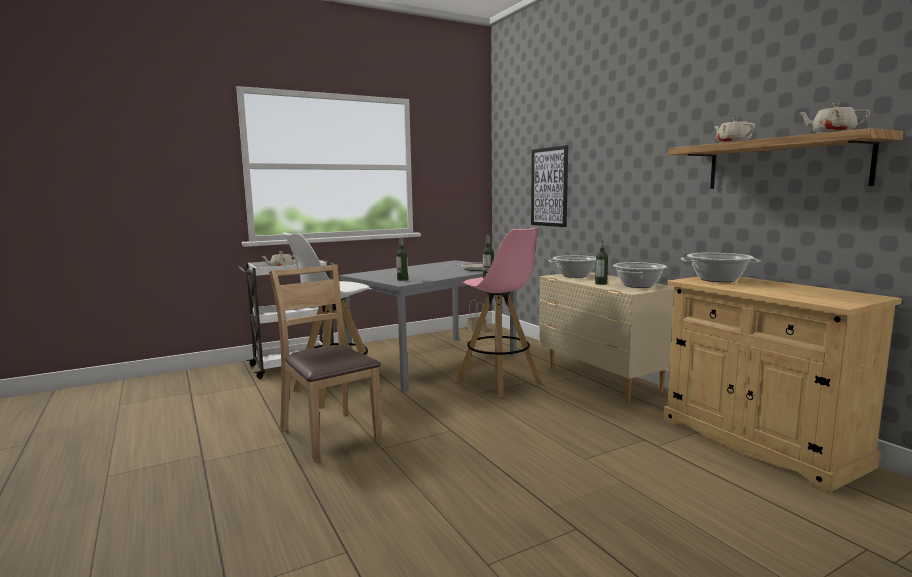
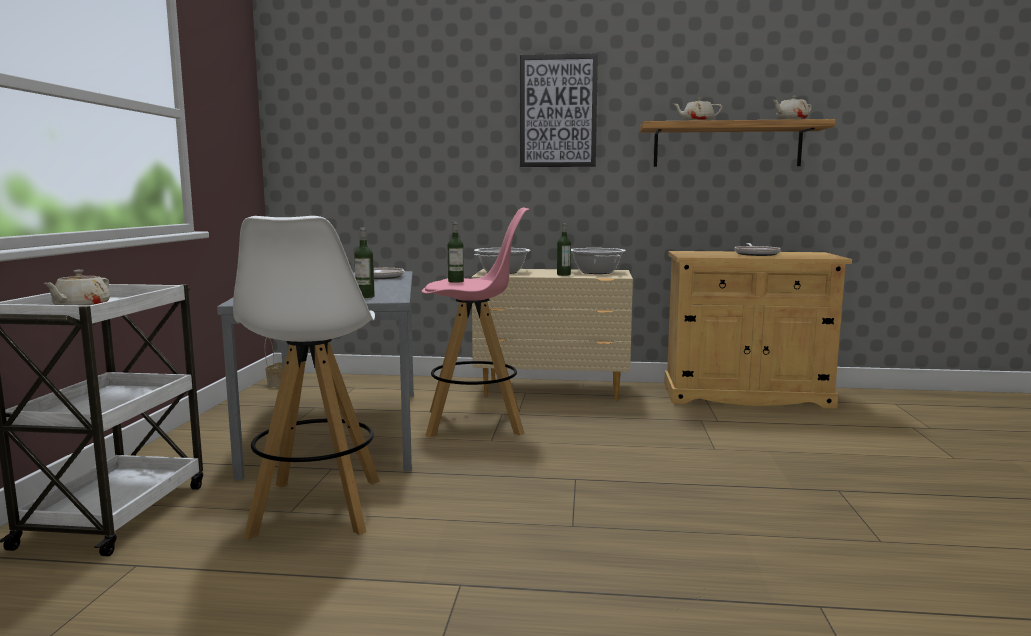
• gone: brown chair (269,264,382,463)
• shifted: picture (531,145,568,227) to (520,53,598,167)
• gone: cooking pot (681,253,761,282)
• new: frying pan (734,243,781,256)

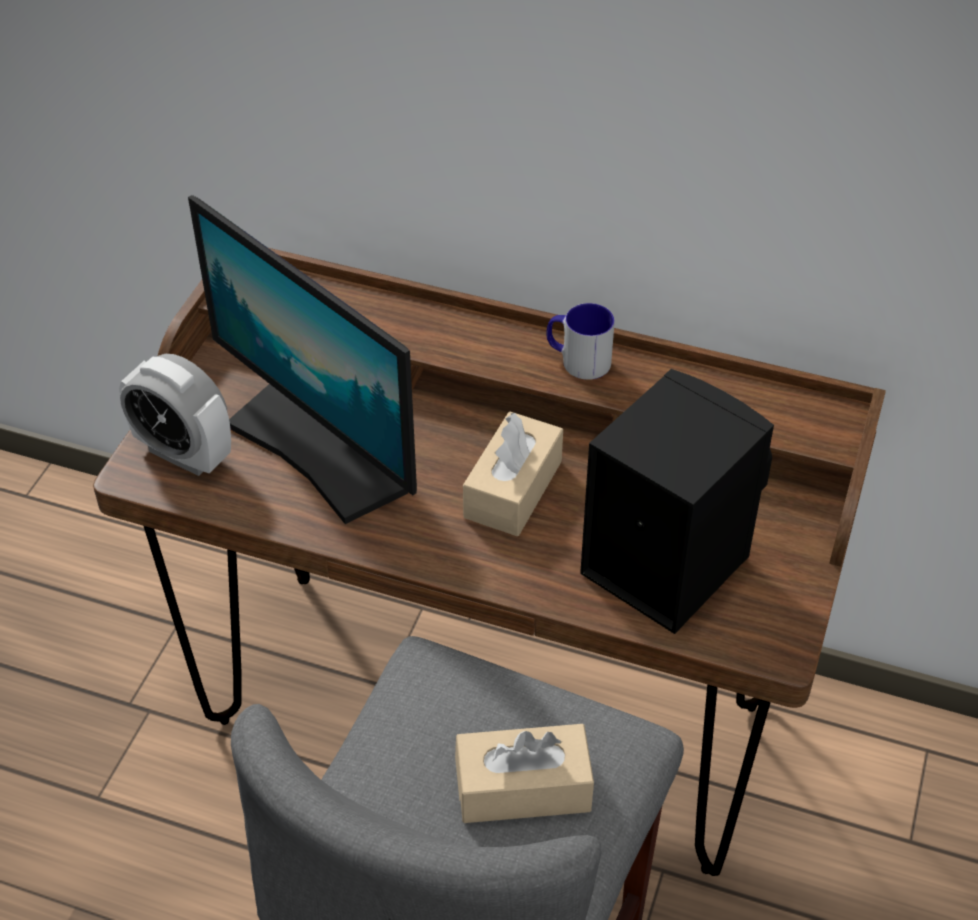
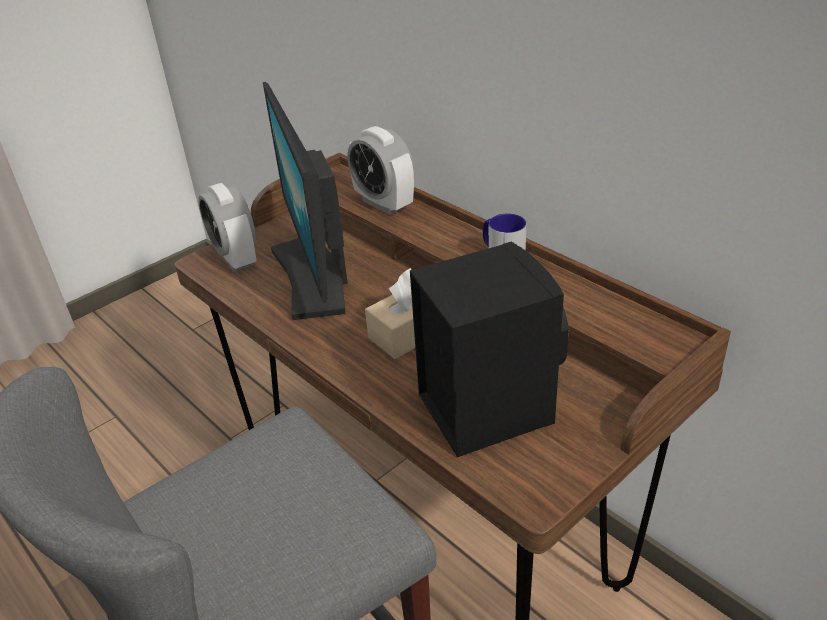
• gone: beige tissue box (455,724,594,823)
• new: alarm clock (347,126,414,215)

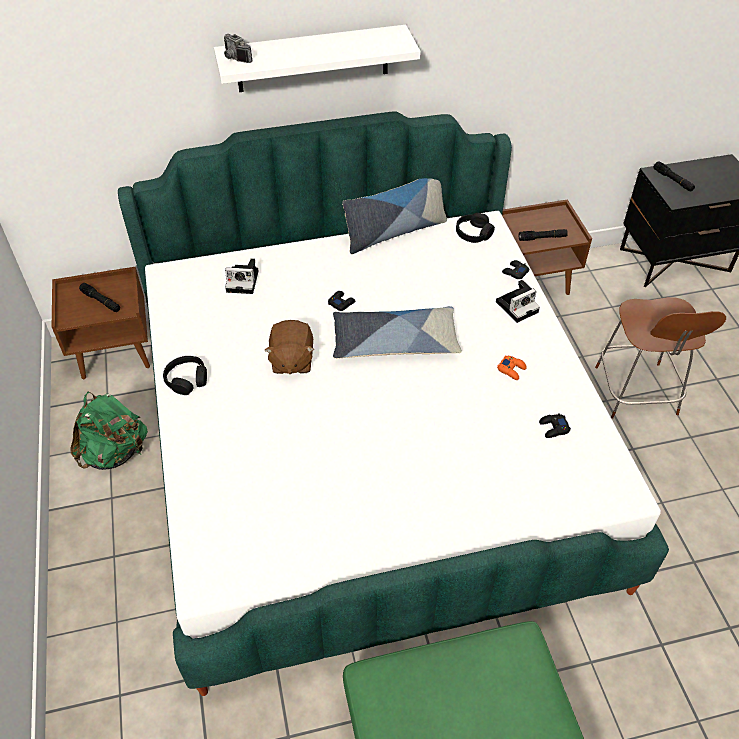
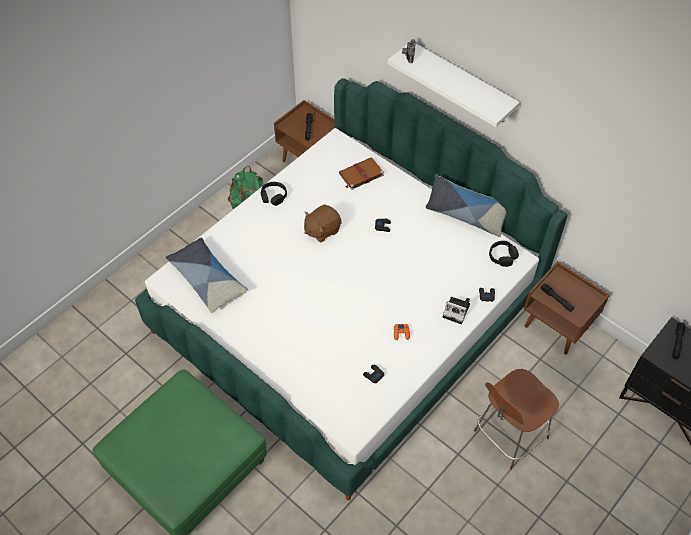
• swapped: photo camera (225,258,258,294) to brown book (339,157,384,190)
• shifted: pillow (333,306,462,359) to (166,237,248,313)

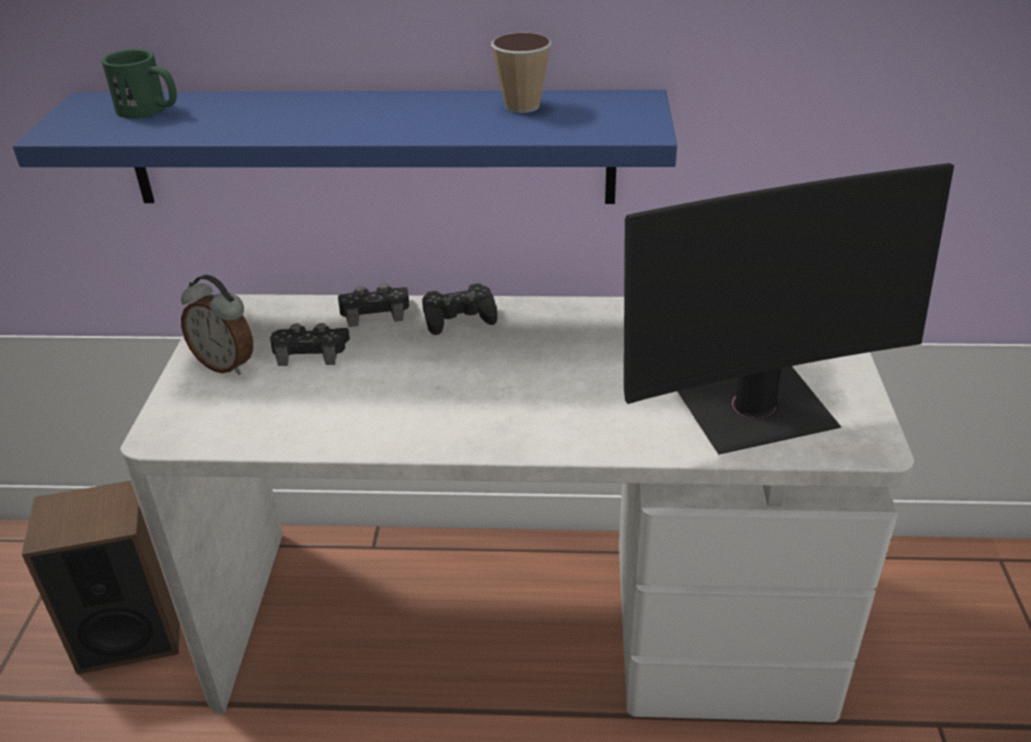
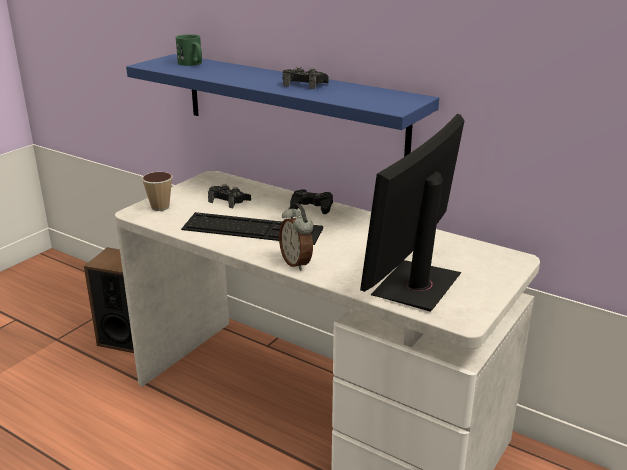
• shifted: alarm clock (181,275,253,375) to (279,203,313,271)
• shifted: black game controller (338,283,409,327) to (283,66,329,89)
• shifted: cup (491,33,551,113) to (142,172,173,211)
• rotated: monitor (624,163,954,455) = (360,114,464,312) 105 degrees clockwise
• new: keyboard (181,212,323,245)

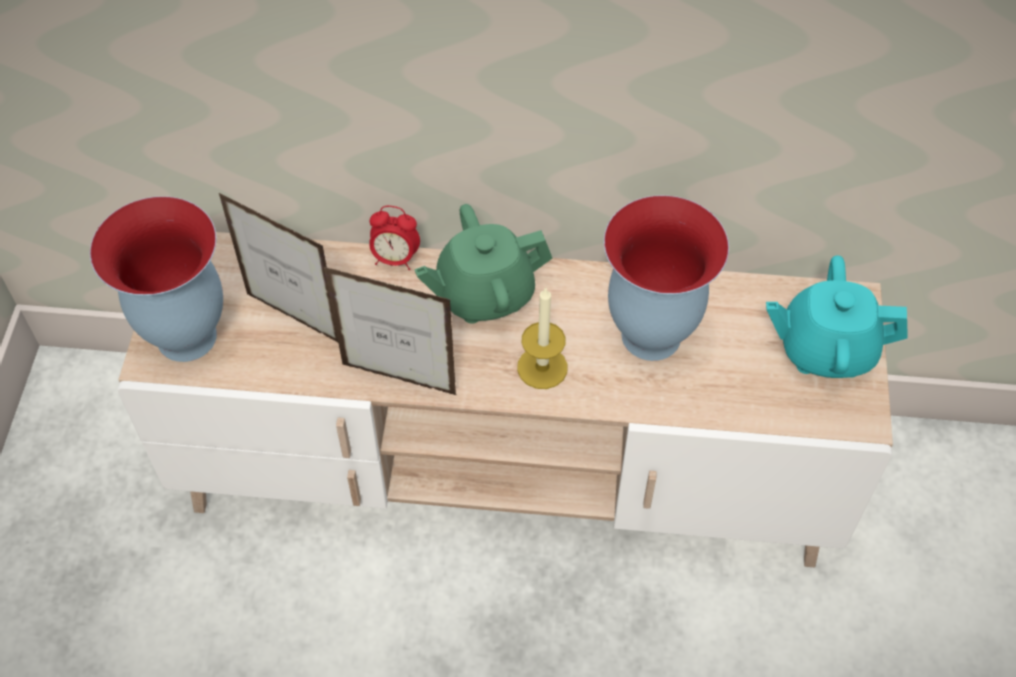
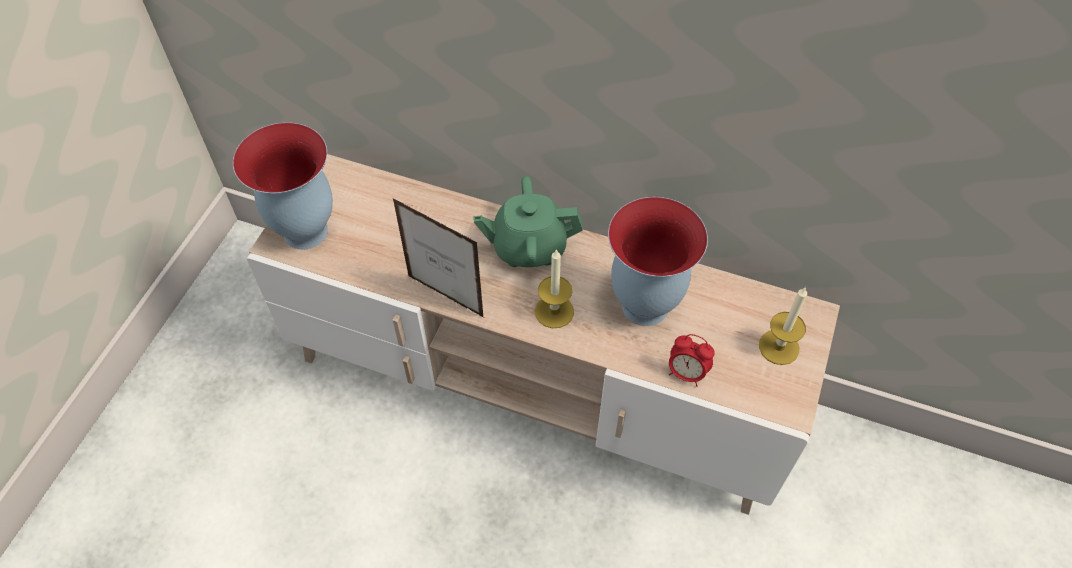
• gone: picture frame (219,193,338,342)
• shifted: alarm clock (369,206,420,270) to (669,334,715,387)
• swapped: turquoise teapot (766,255,908,378) to candle (759,287,807,365)

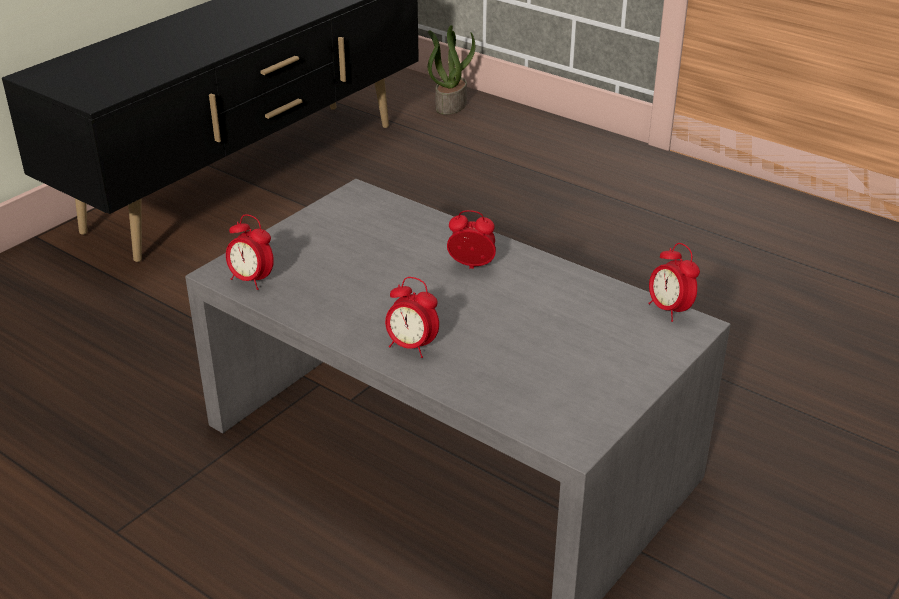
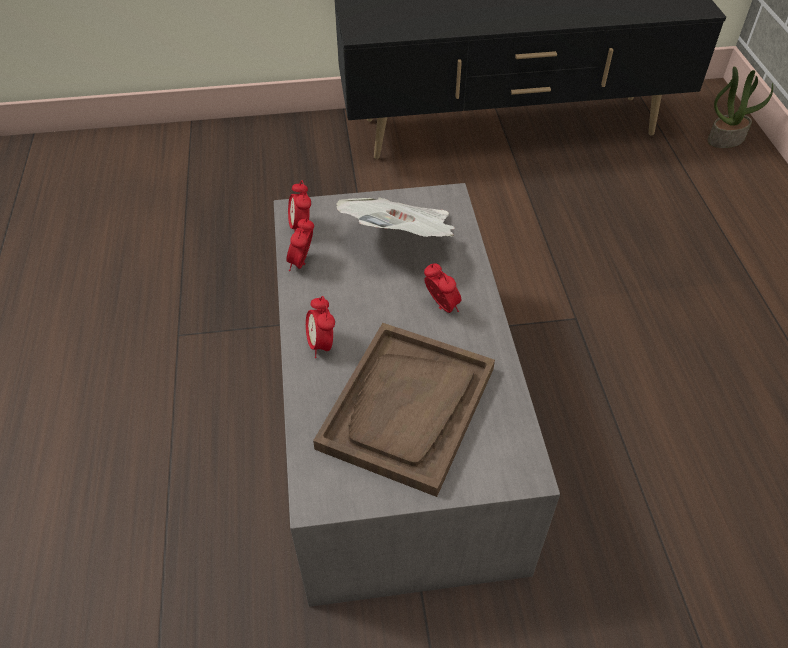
• shifted: alarm clock (648,243,700,322) to (286,218,314,271)
• new: brown tray (313,323,495,497)
• new: newspaper (336,197,455,237)

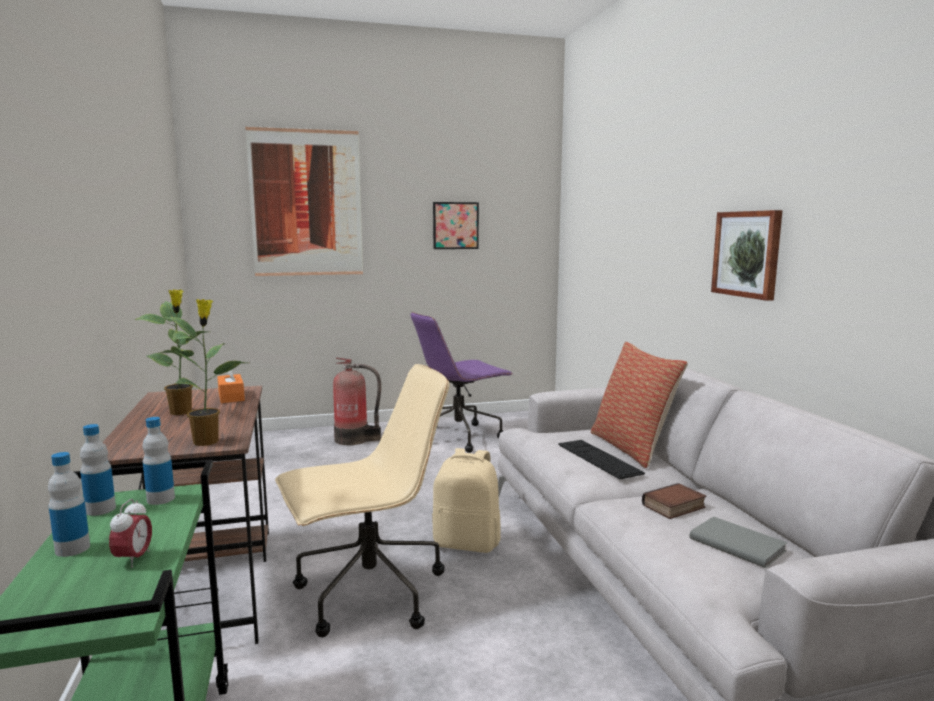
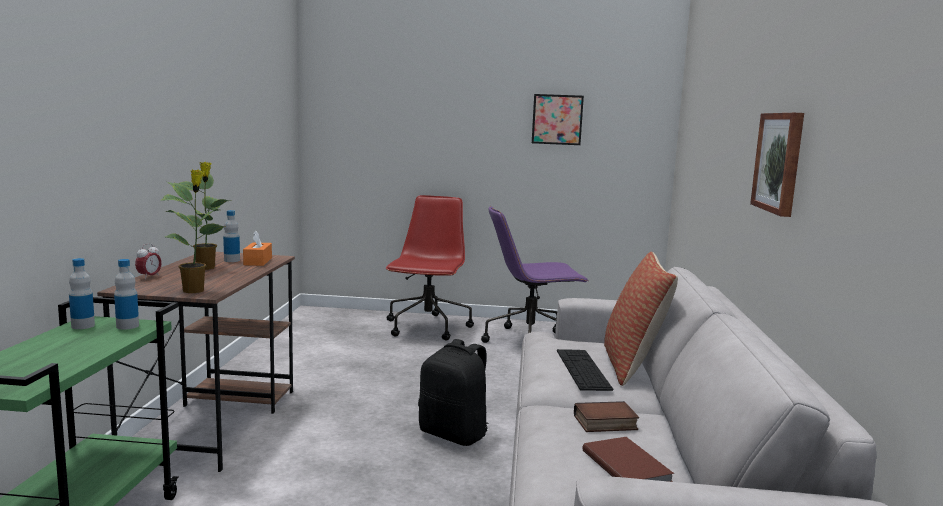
• shifted: bottle (48,452,90,557) to (223,210,240,262)
• shifted: alarm clock (109,499,152,568) to (135,243,162,279)
• gone: picture (245,127,363,276)
• gone: beige office chair (275,364,450,638)
• swapped: fire extinguisher (333,357,381,445) to red office chair (386,195,474,341)
• repainted: beige backpack (432,448,501,553) to black backpack (418,339,488,446)
• repainted: grey book (689,516,787,568) to brown book (582,437,674,482)

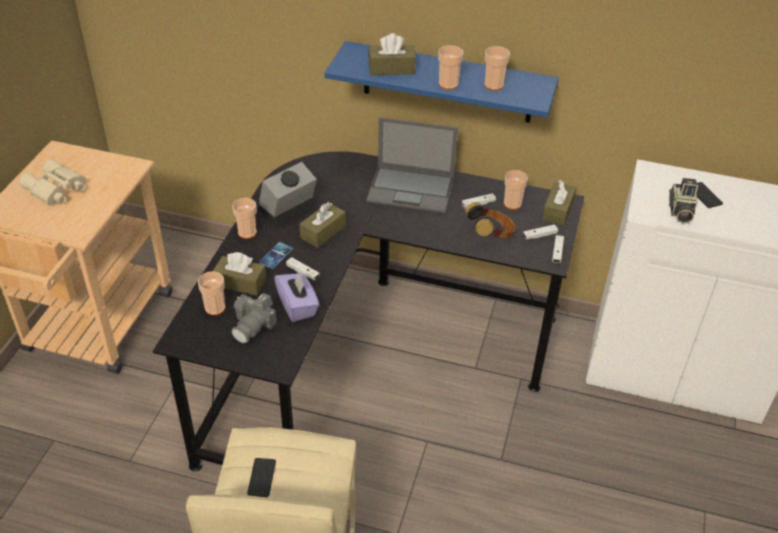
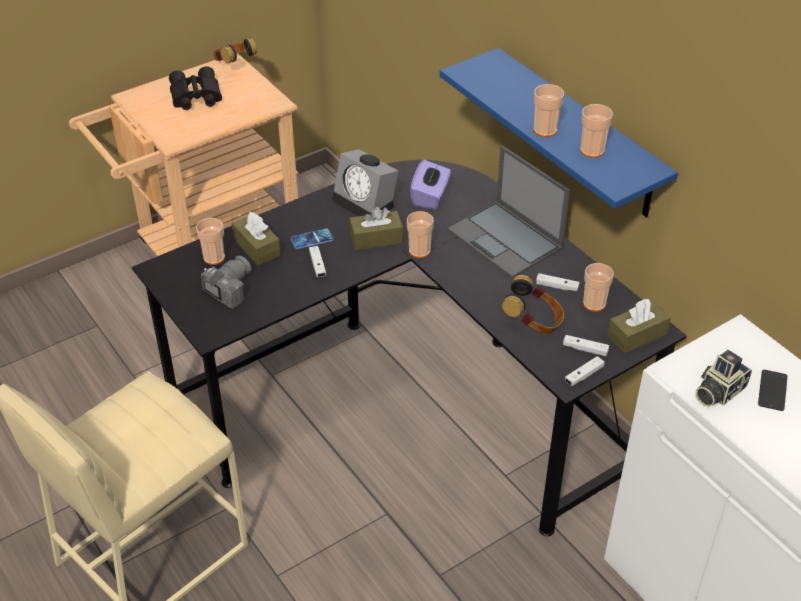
• repainted: beige binoculars (19,159,86,206) to black binoculars (169,66,222,110)
• rotated: photo camera (231,293,277,344) = (201,256,252,309) 150 degrees clockwise
• shifted: cup (232,198,257,239) to (407,211,434,258)
• gone: phone (247,458,276,497)
• rotated: alarm clock (258,162,317,226) = (332,149,399,216) 135 degrees counterclockwise
• shifted: purple tissue box (274,271,319,322) to (410,160,451,210)
• gone: brown tissue box (368,33,416,75)
• new: headphones (213,38,257,64)

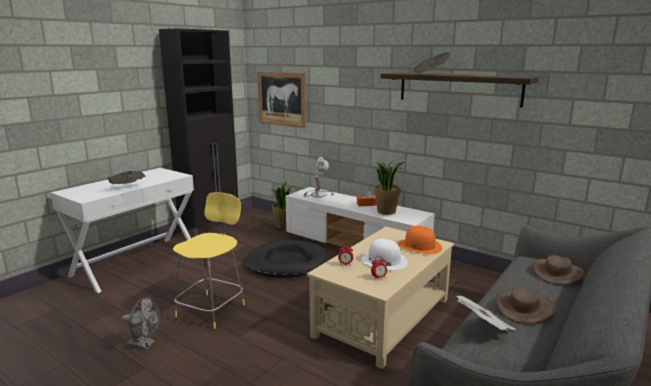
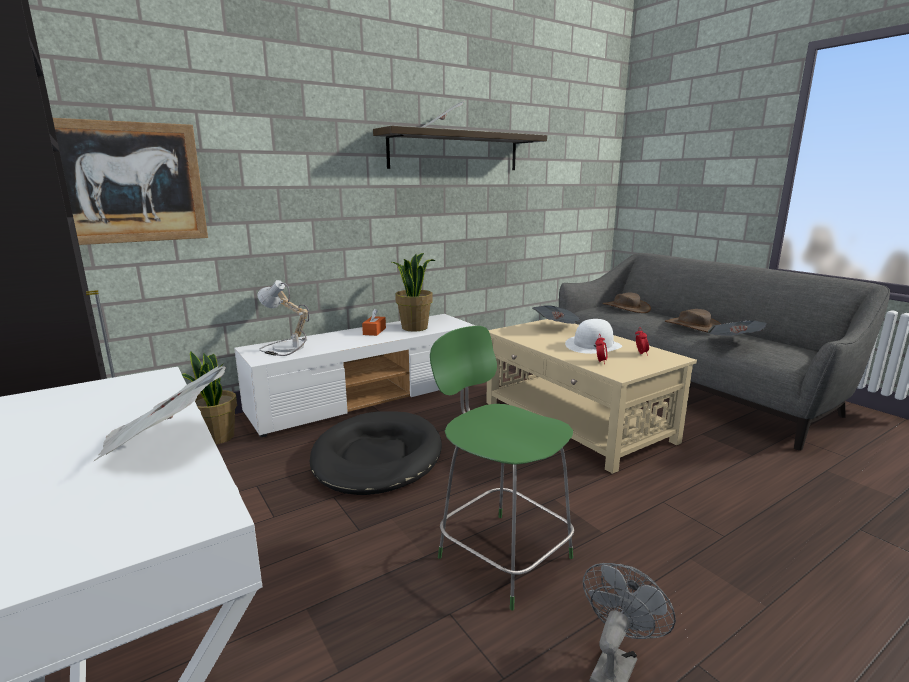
• repainted: yellow stool (173,192,245,329) to green stool (430,326,574,610)
• swapped: orange hat (398,226,442,254) to newspaper (532,305,580,324)

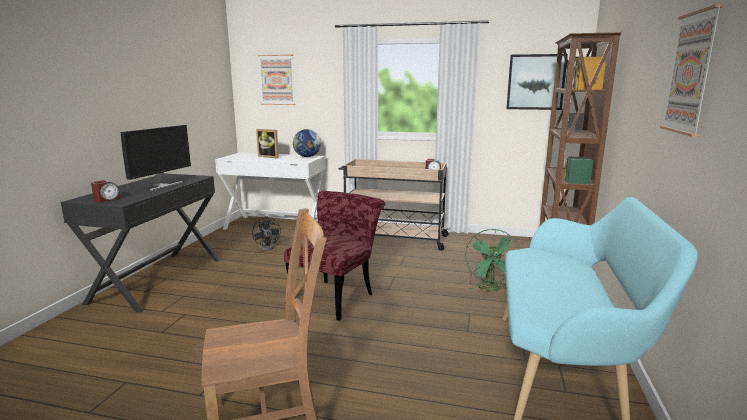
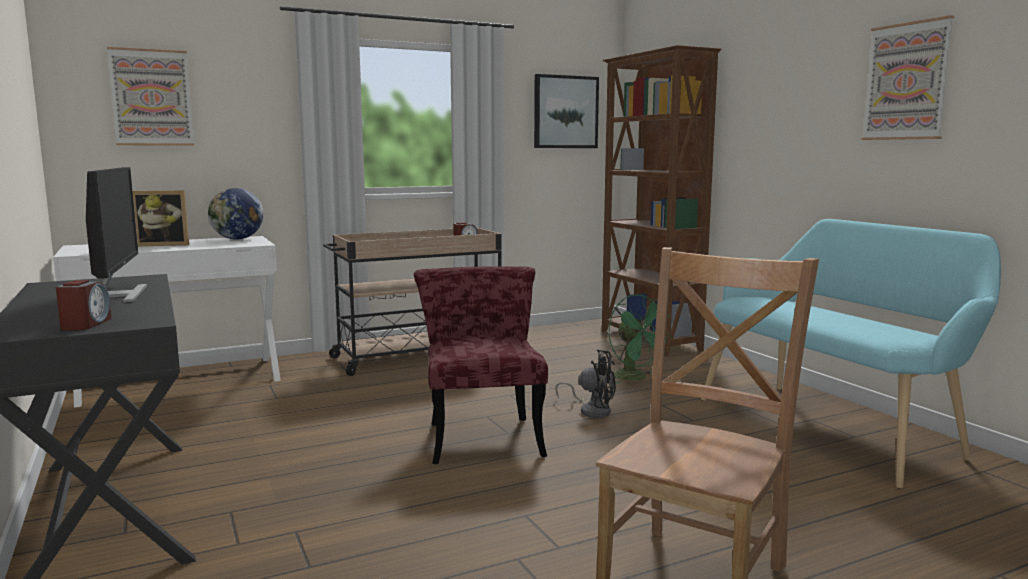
• shifted: black fan (252,216,281,251) to (555,350,616,418)

